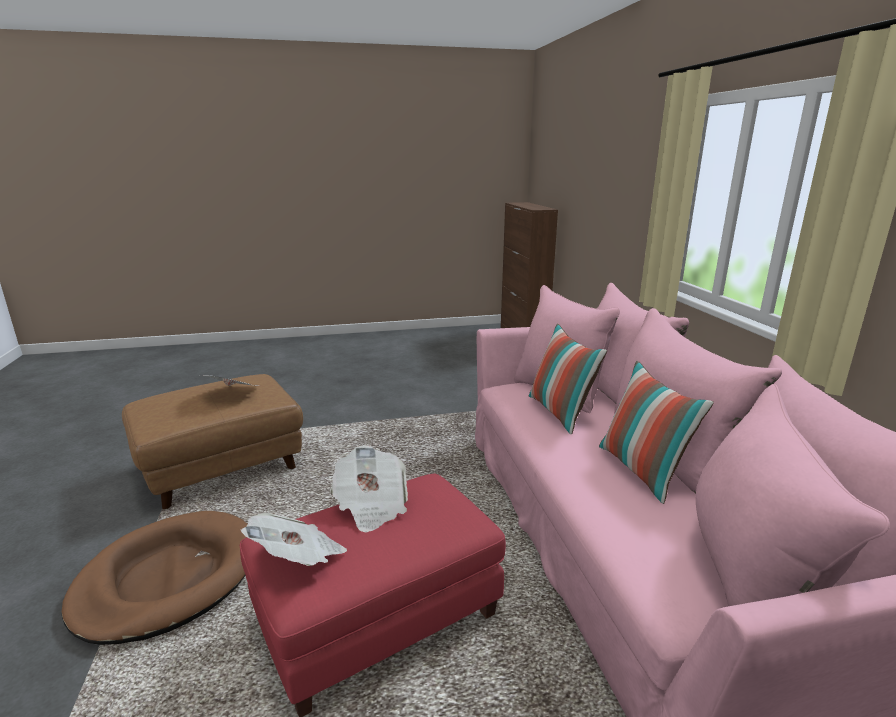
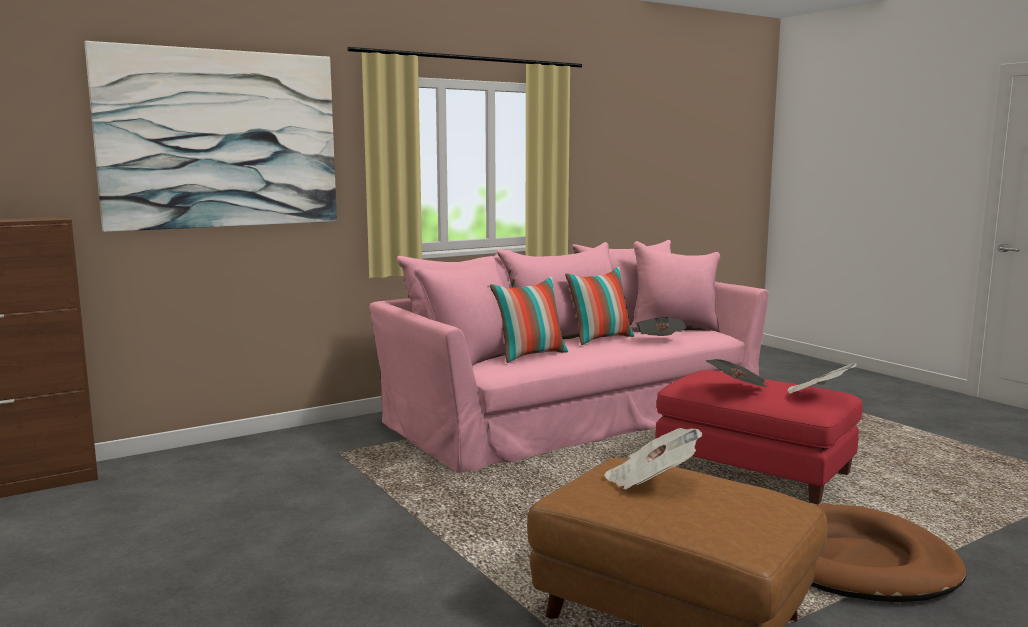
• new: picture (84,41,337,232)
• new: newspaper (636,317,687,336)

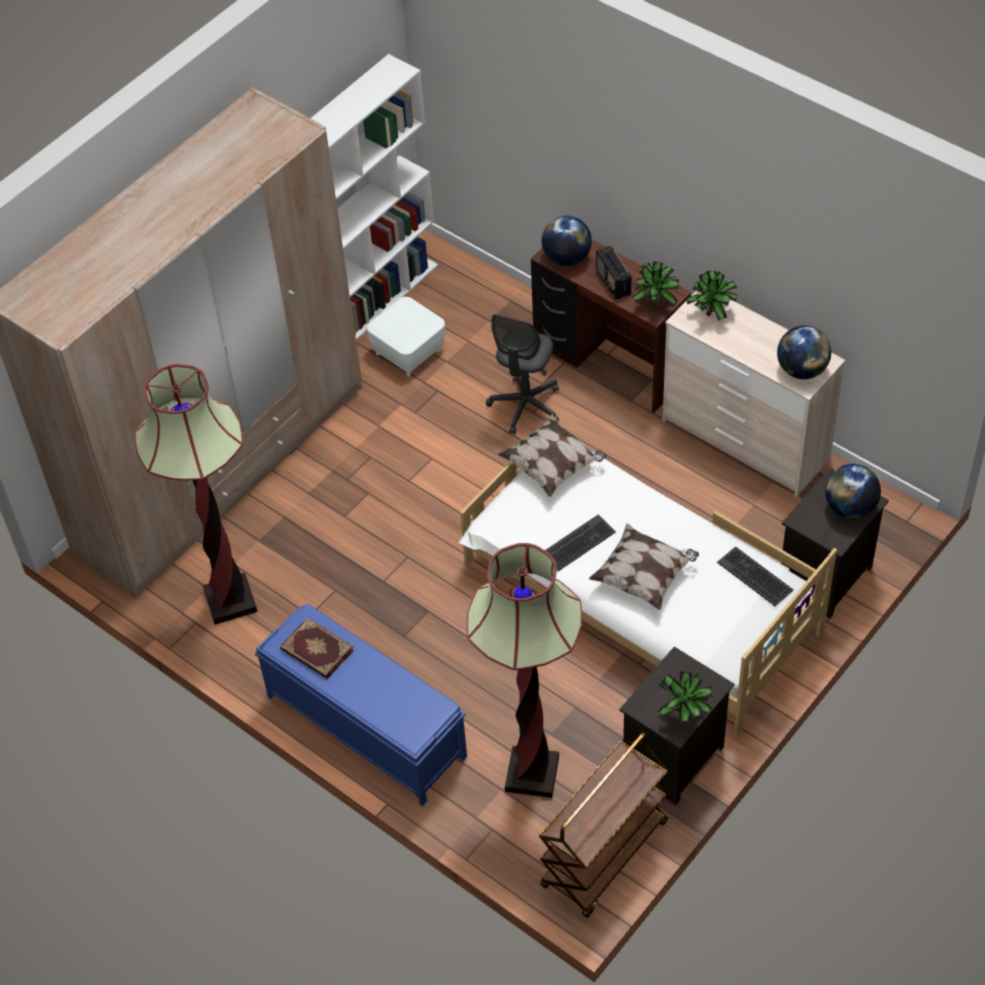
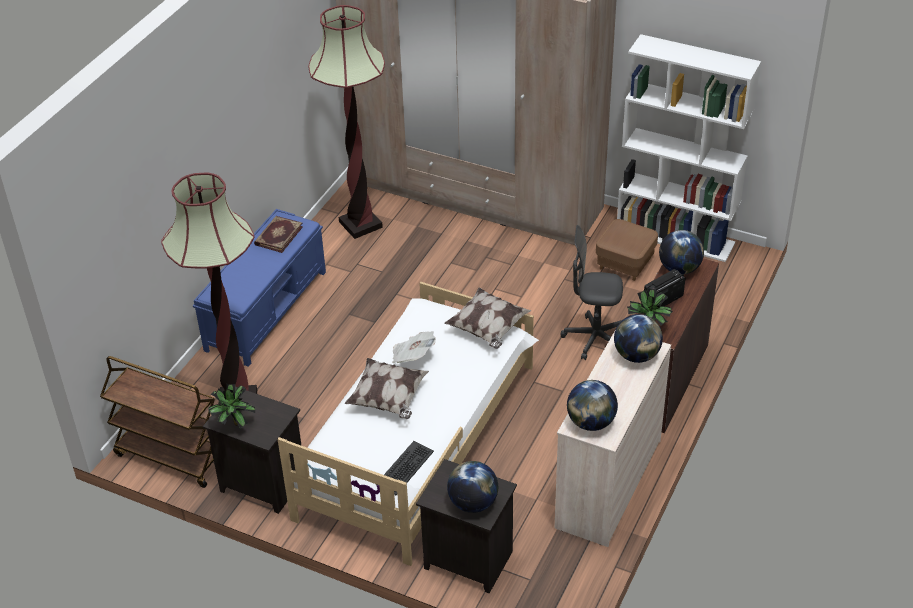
• repainted: white ottoman (367,297,446,376) to brown ottoman (596,219,658,281)
• swapped: keyboard (545,514,616,571) to newspaper (392,331,436,363)
• swapped: potted plant (687,271,737,321) to globe (614,314,663,363)

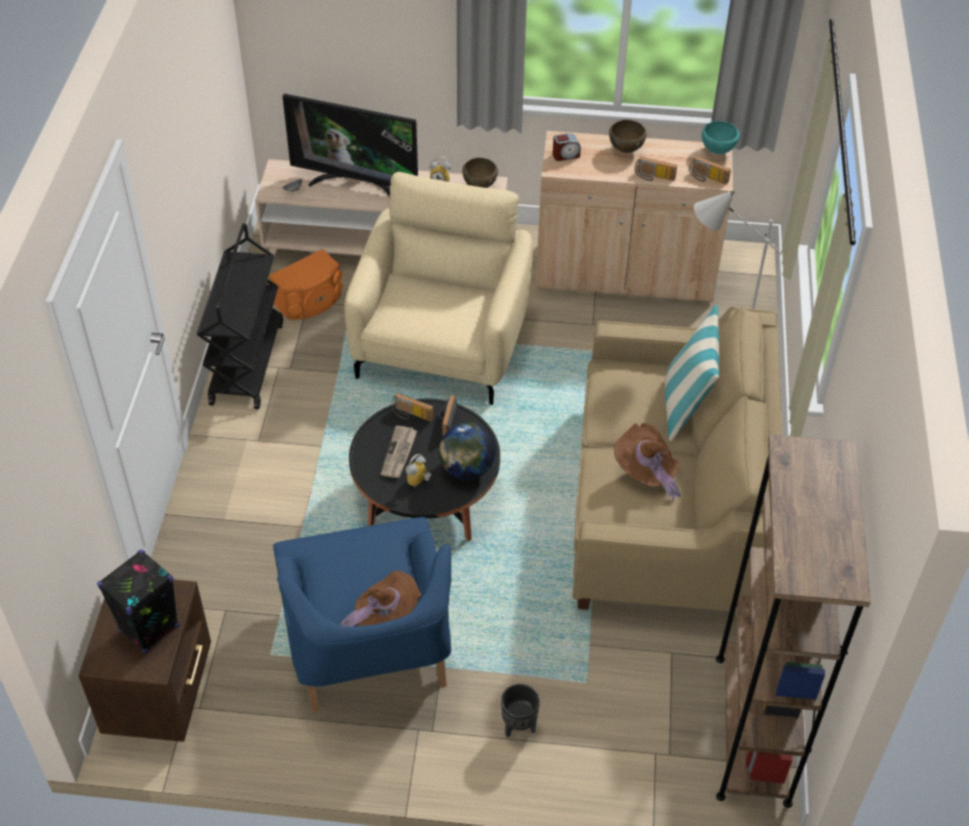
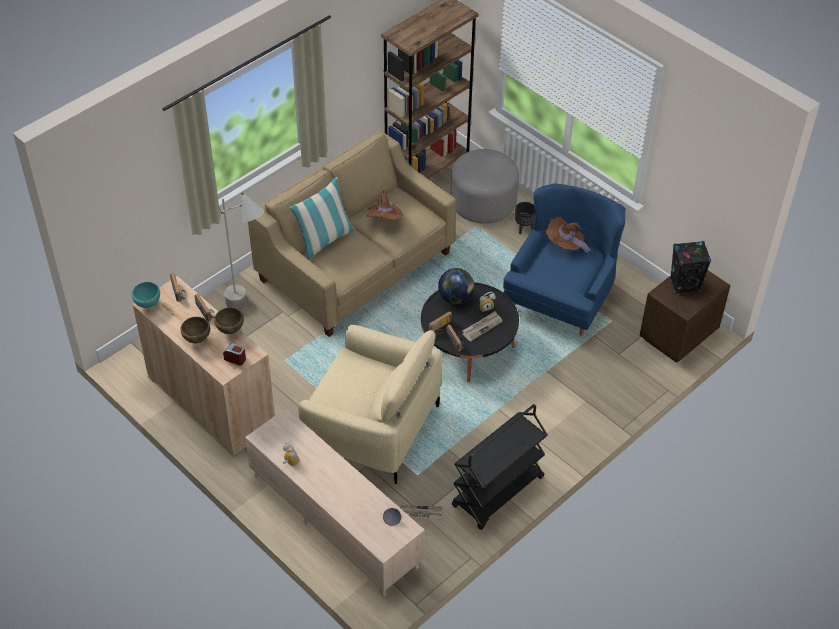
• swapped: orange speaker (269,249,343,320) to newspaper (398,505,444,520)
• gone: television (282,94,418,198)
• rotated: beige armchair (344,172,533,405) = (298,325,442,484) 120 degrees counterclockwise
• shifted: brown bowl (462,158,498,188) to (214,308,244,334)
• new: grey ottoman (450,149,519,224)

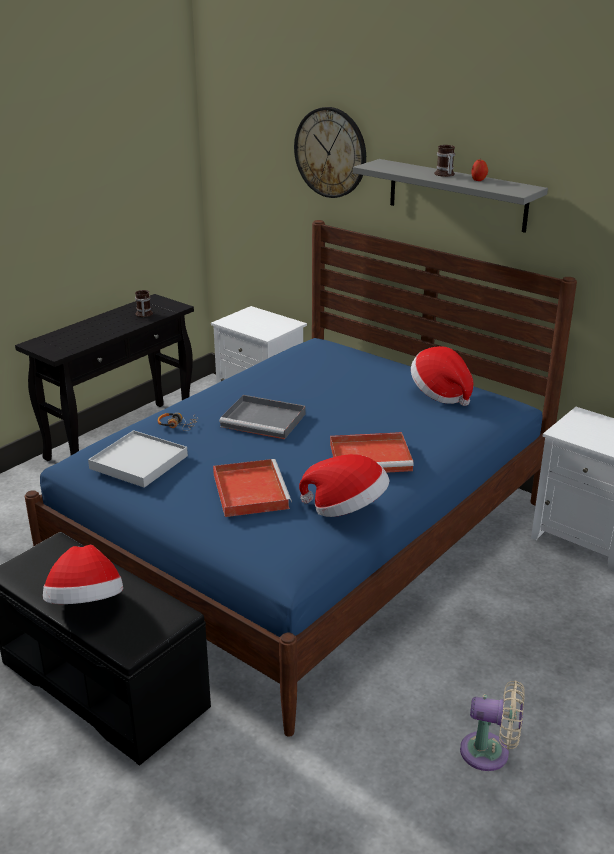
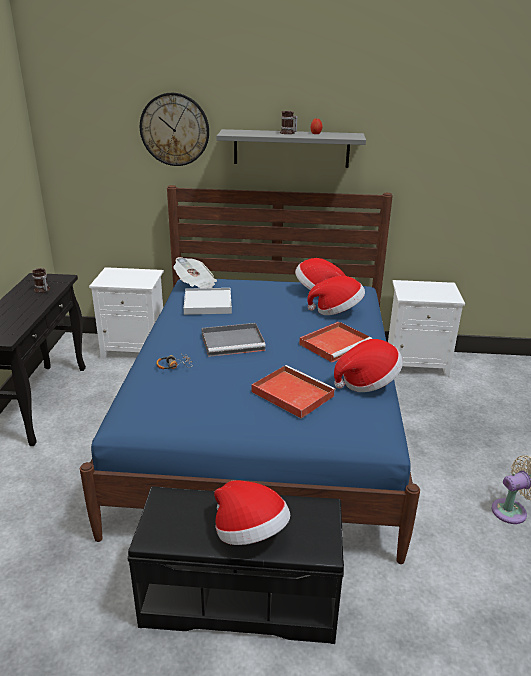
• shifted: white tray (88,430,188,488) to (184,288,232,315)
• new: newspaper (173,257,217,288)
• new: hat (307,276,365,315)

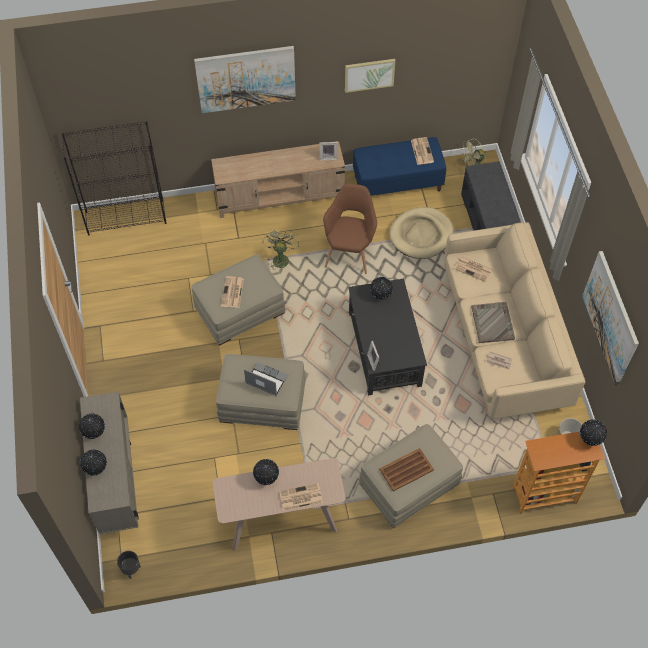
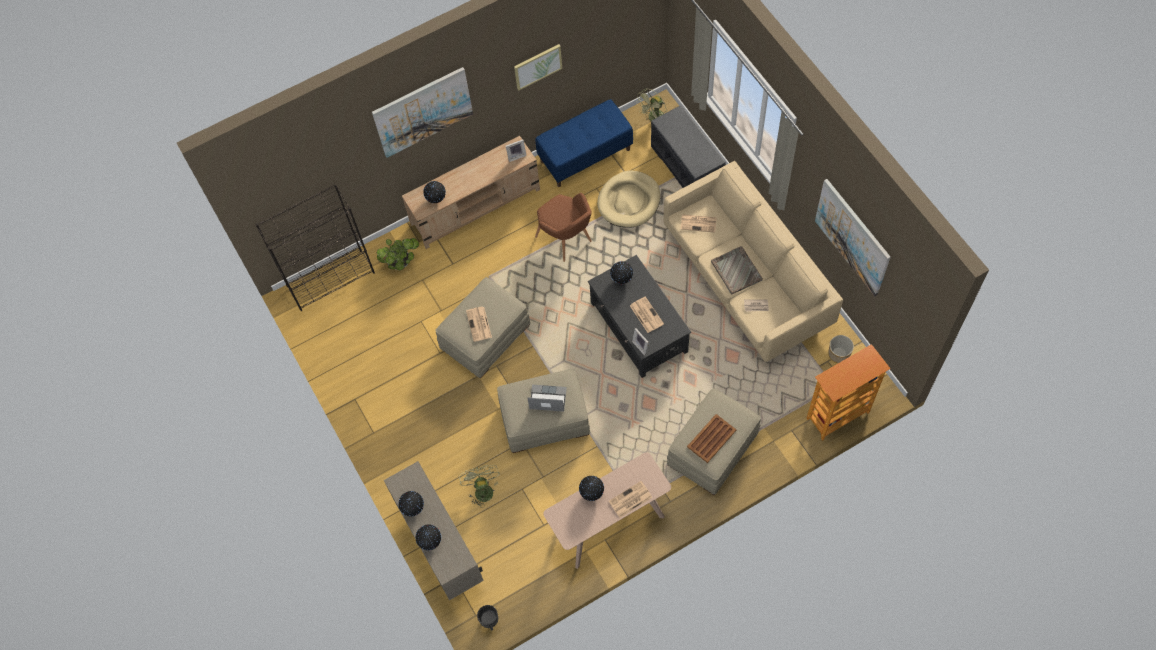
• shifted: green fan (262,228,299,270) to (459,465,500,508)
• rotated: brown armchair (323,184,377,274) = (535,193,592,262) 150 degrees clockwise
• shifted: newspaper (411,137,434,165) to (630,296,664,333)
• shifted: globe (580,419,607,446) to (423,181,446,203)
• new: potted plant (377,238,419,270)

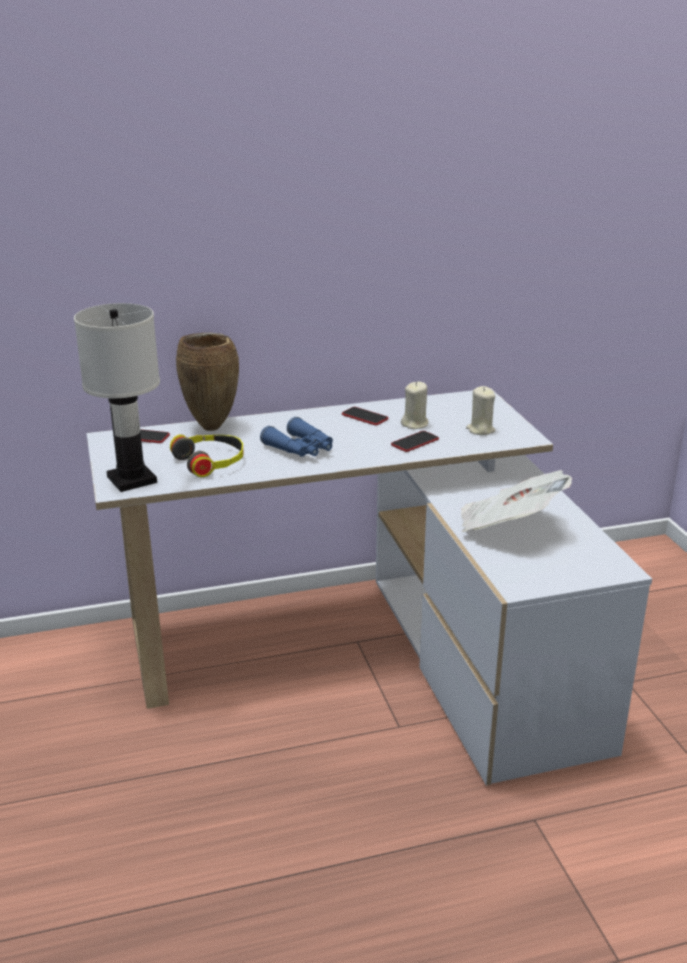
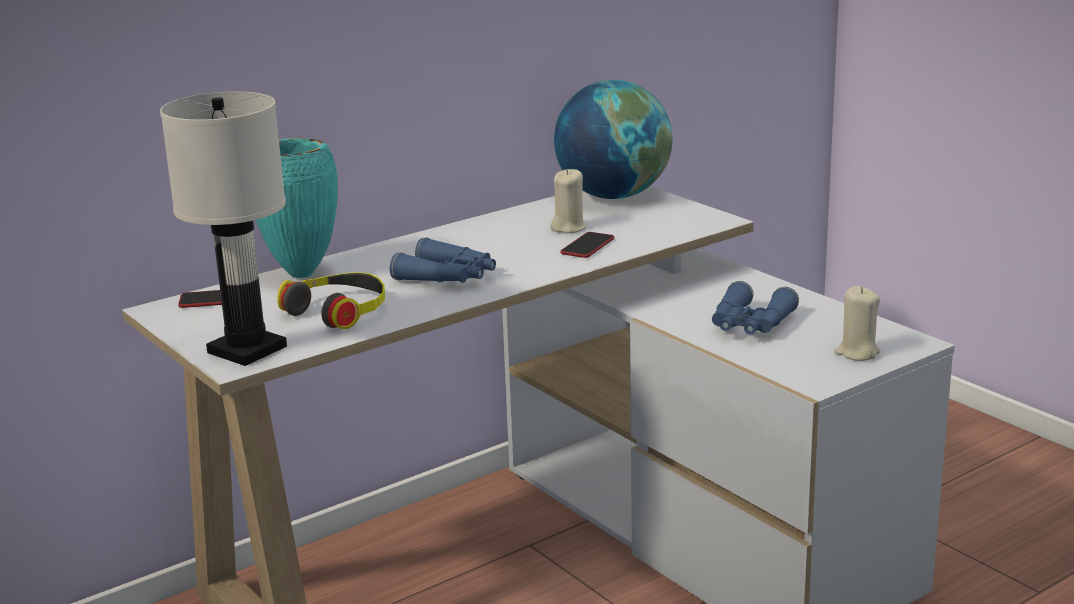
• repainted: brown vase (176,333,239,431) to turquoise vase (256,138,338,278)
• gone: phone (342,407,389,425)
• swapped: newspaper (461,470,572,532) to blue binoculars (712,281,799,335)
• shifted: beige candle (466,386,495,435) to (834,286,881,361)
• new: globe (554,80,673,199)

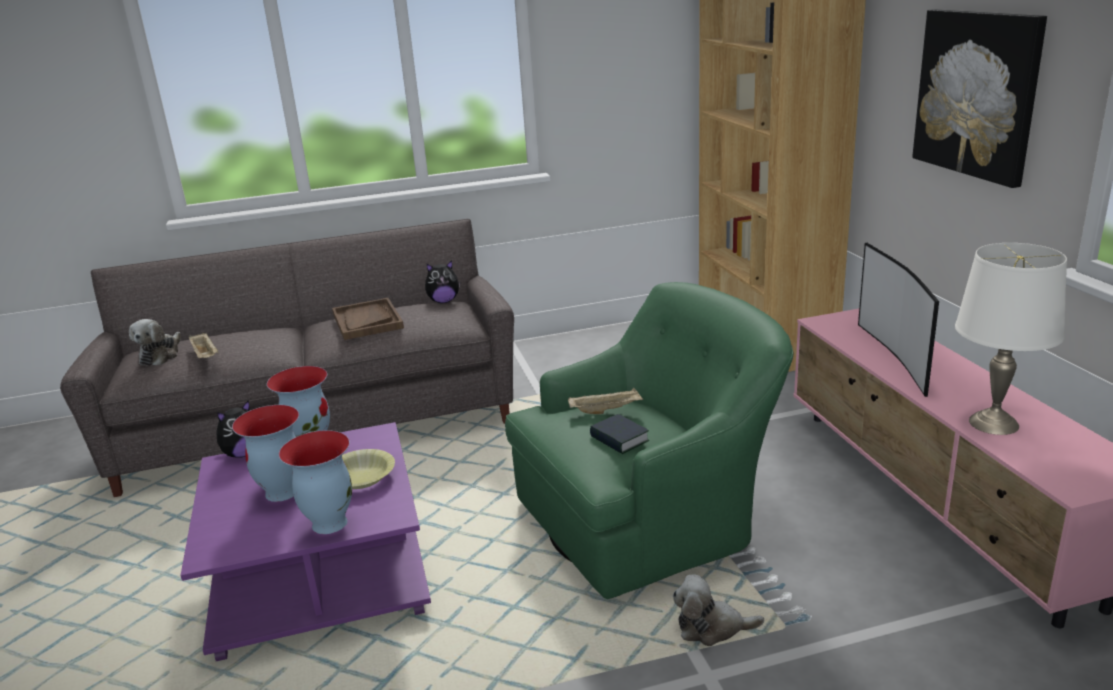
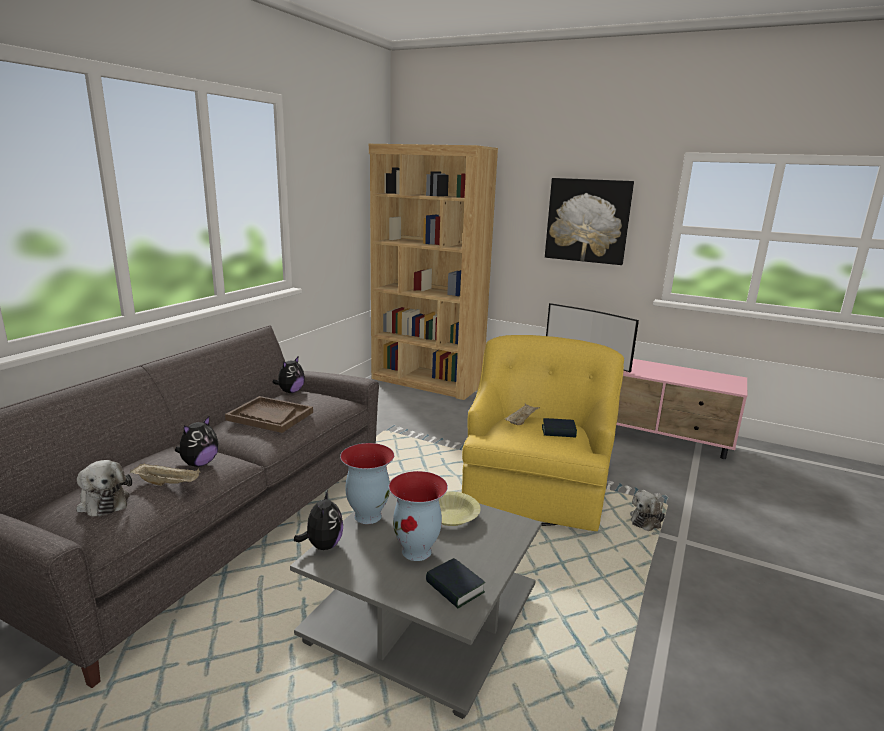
• repainted: purple coffee table (180,422,431,661) to grey coffee table (290,479,542,719)
• gone: vase (279,430,352,534)
• repainted: green armchair (505,282,794,599) to yellow armchair (462,335,624,531)
• gone: white table lamp (955,243,1067,435)
• new: plush toy (175,416,218,467)
• new: book (426,558,485,608)

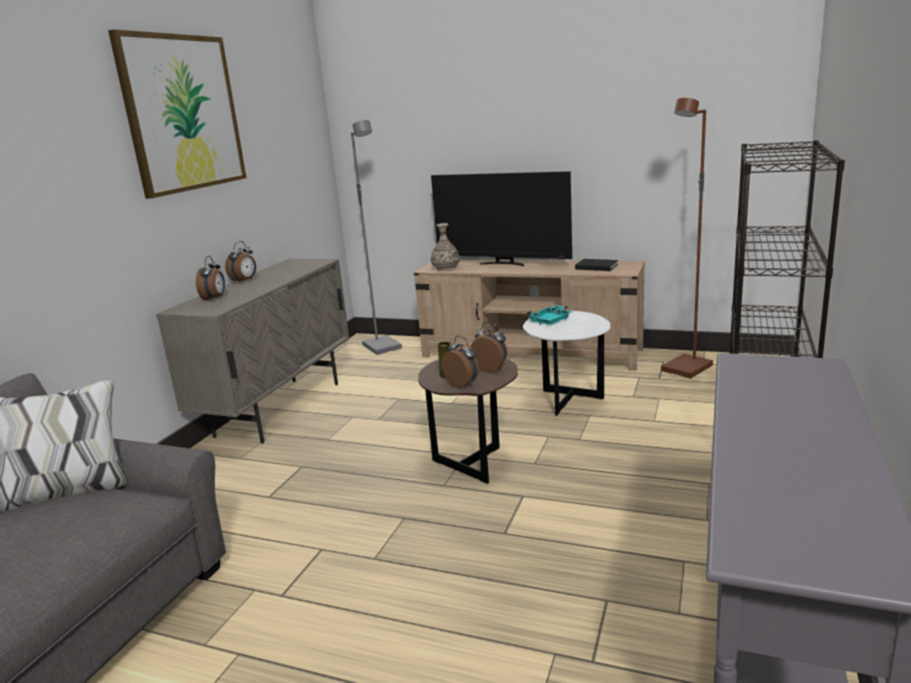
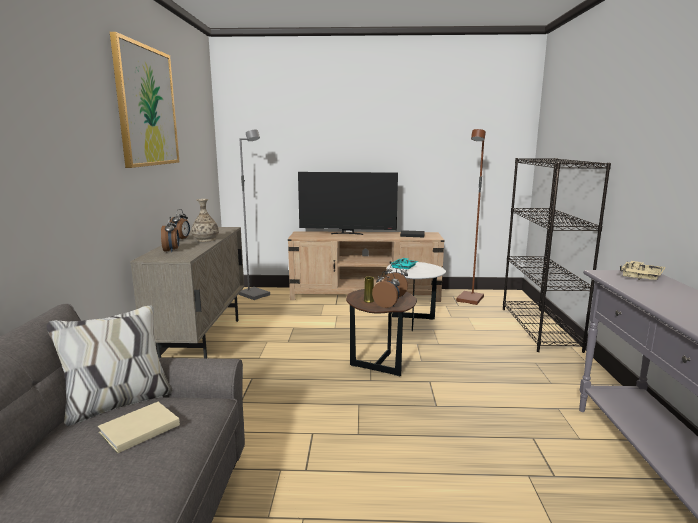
• shifted: vase (431,223,460,271) to (191,199,219,242)
• new: beige book (98,402,180,453)
• new: beige tray (620,261,665,280)

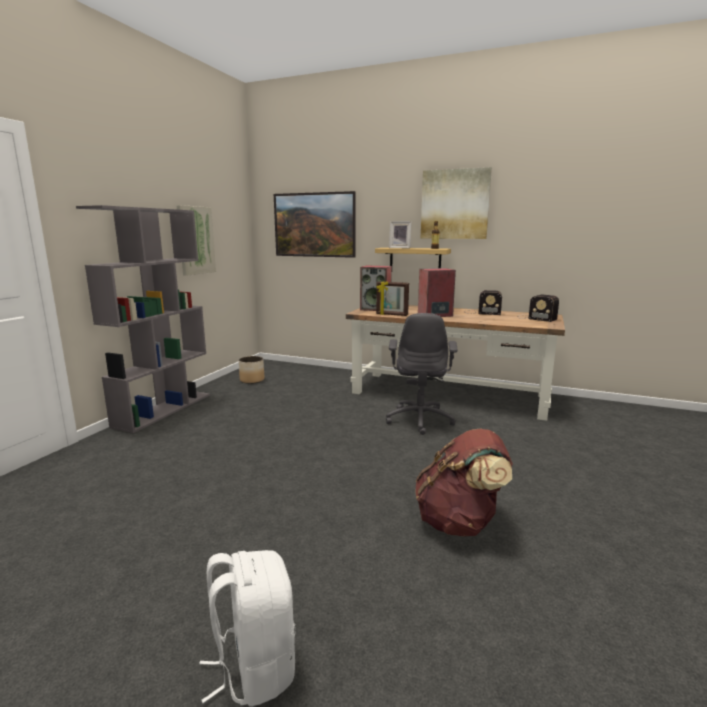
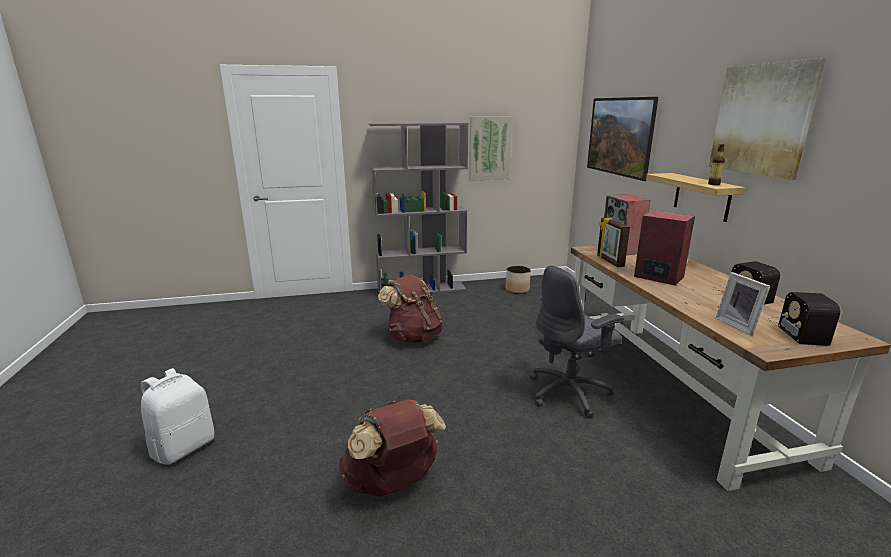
• shifted: picture frame (389,221,412,248) to (716,272,770,335)
• new: brown backpack (378,275,443,343)

